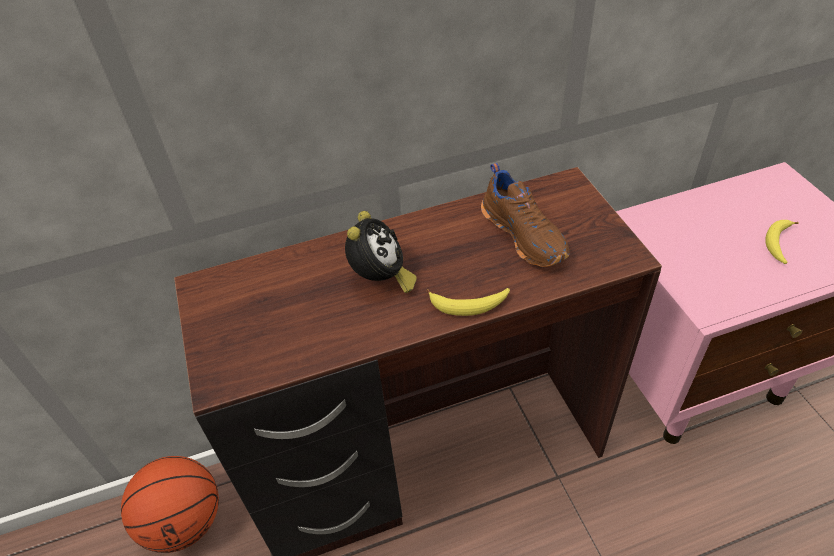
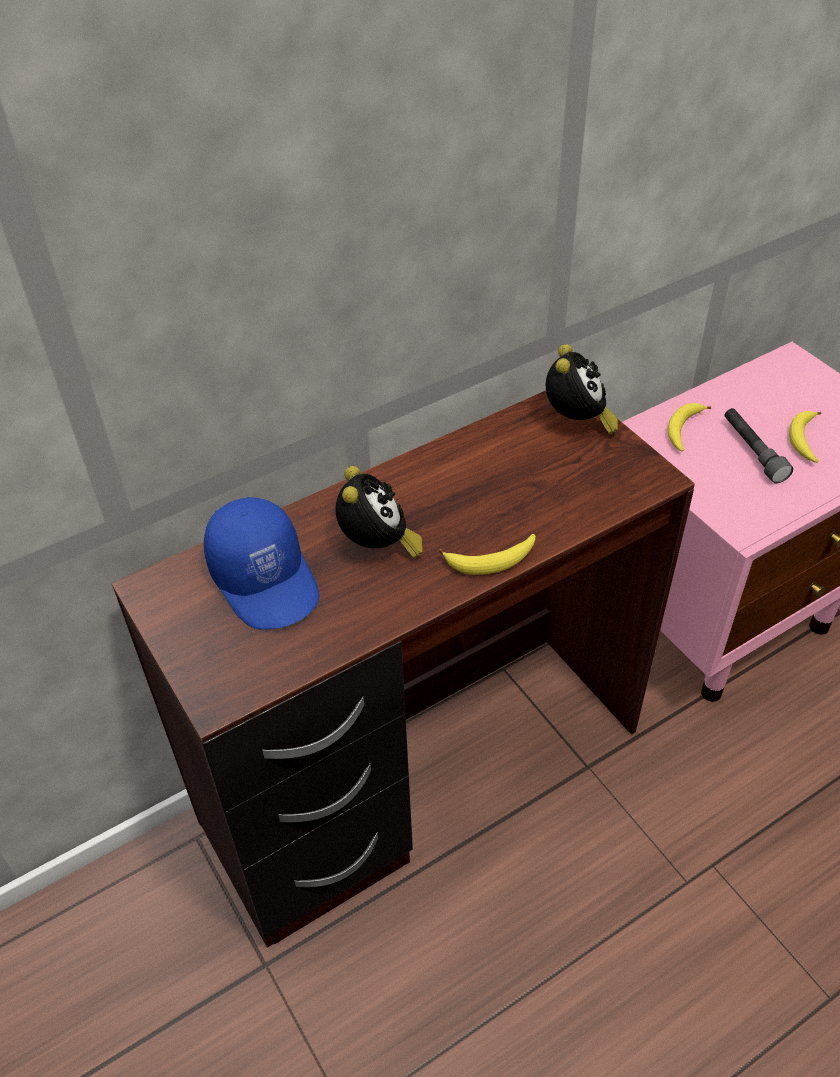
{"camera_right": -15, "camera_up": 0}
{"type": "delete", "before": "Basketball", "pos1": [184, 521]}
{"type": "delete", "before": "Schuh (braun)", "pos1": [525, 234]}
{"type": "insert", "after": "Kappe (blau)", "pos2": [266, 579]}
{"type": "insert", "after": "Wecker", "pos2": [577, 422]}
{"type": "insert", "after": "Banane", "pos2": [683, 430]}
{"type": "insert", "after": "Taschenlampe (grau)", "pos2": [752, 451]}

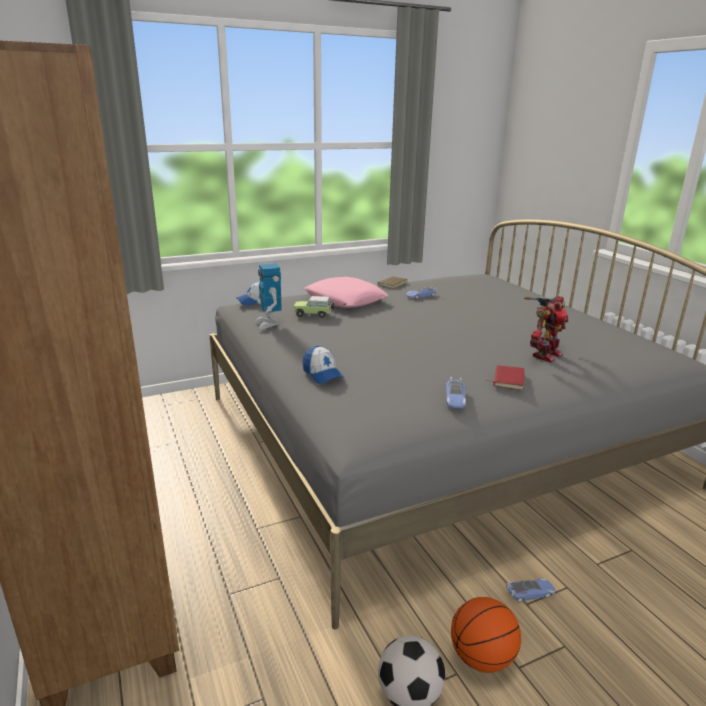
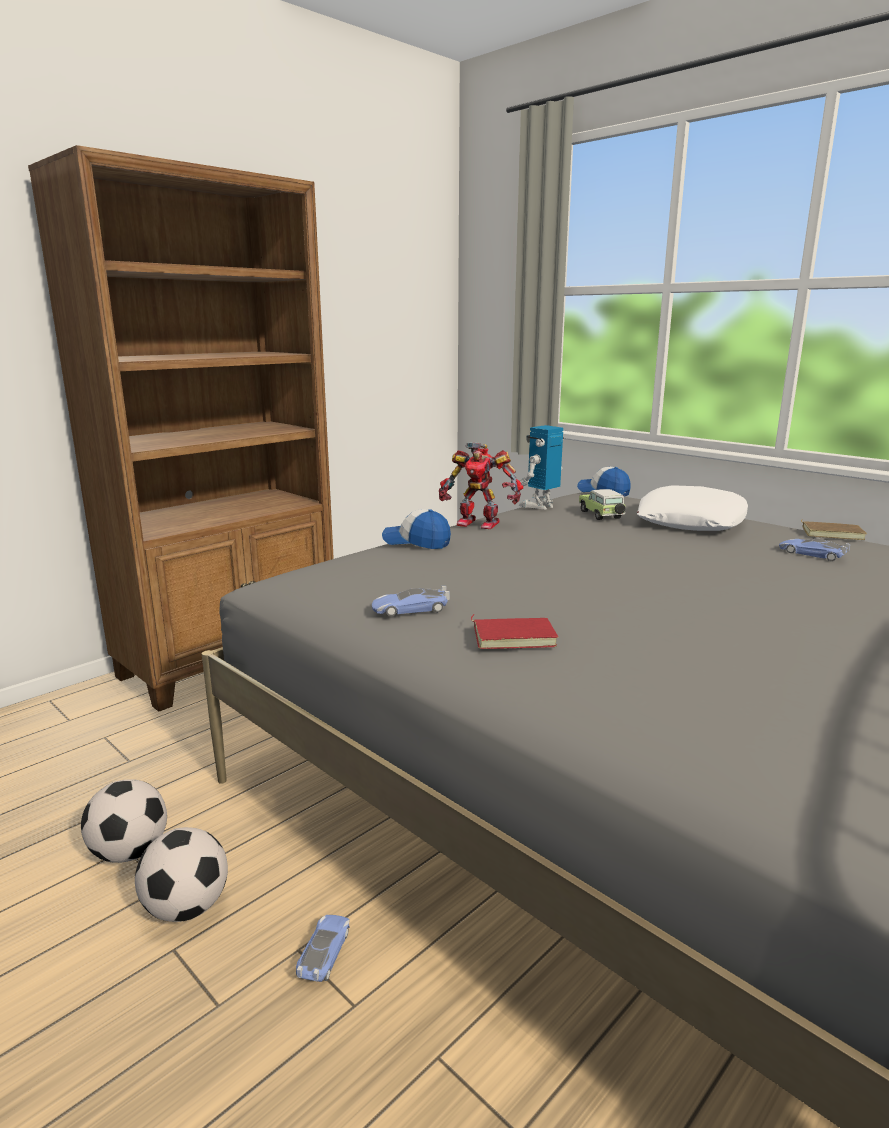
{"camera_right": 70, "camera_up": -5}
{"type": "move", "before": "Spielzeugroboter", "pos1": [544, 354], "pos2": [479, 523]}
{"type": "replace", "before": "Basketball", "after": "Fußball", "pos1": [481, 658], "pos2": [187, 907]}
{"type": "recolor", "before": "Kissen (rosa)", "after": "Kissen (weiß)", "pos1": [345, 300], "pos2": [691, 521]}
{"type": "rotate", "before": "Kappe", "pos1": [322, 374], "pos2": [416, 542], "turn": 75}
{"type": "rotate", "before": "Spielzeugauto", "pos1": [530, 593], "pos2": [324, 953], "turn": -135}

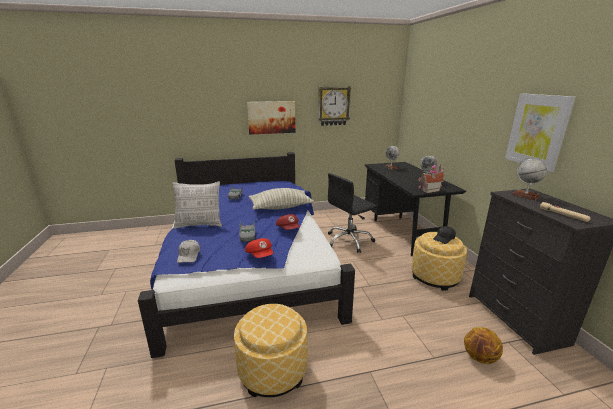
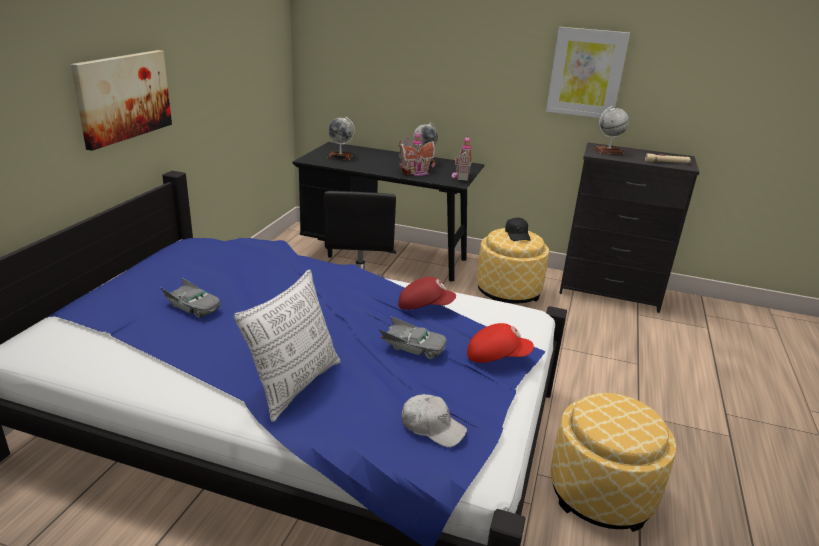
{"camera_right": -60, "camera_up": 5}
{"type": "delete", "before": "Kissen", "pos1": [280, 207]}
{"type": "delete", "before": "Wanduhr", "pos1": [333, 106]}
{"type": "delete", "before": "Basketball", "pos1": [479, 357]}
{"type": "insert", "after": "Spielzeughaus", "pos2": [416, 173]}

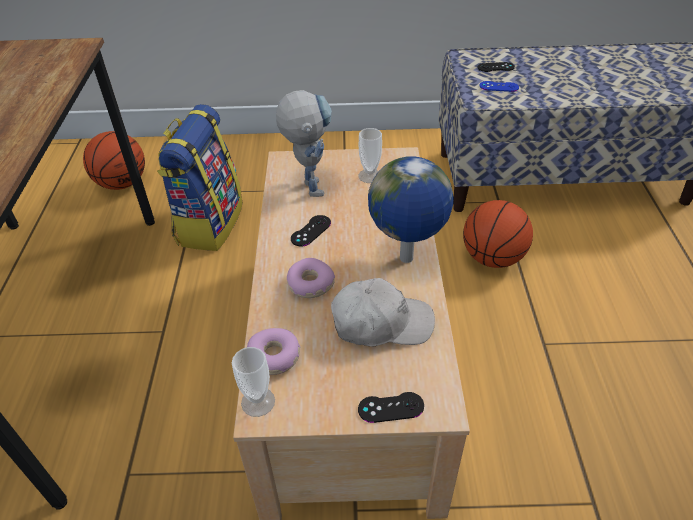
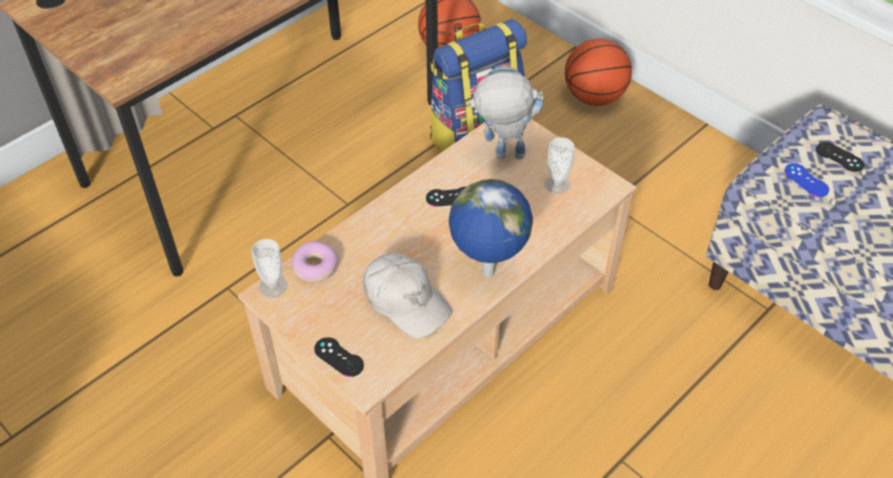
{"camera_right": 45, "camera_up": 5}
{"type": "delete", "before": "Donut", "pos1": [310, 284]}
{"type": "move", "before": "Basketball", "pos1": [493, 258], "pos2": [594, 97]}
{"type": "rotate", "before": "Spielzeugroboter", "pos1": [309, 184], "pos2": [501, 156], "turn": -120}

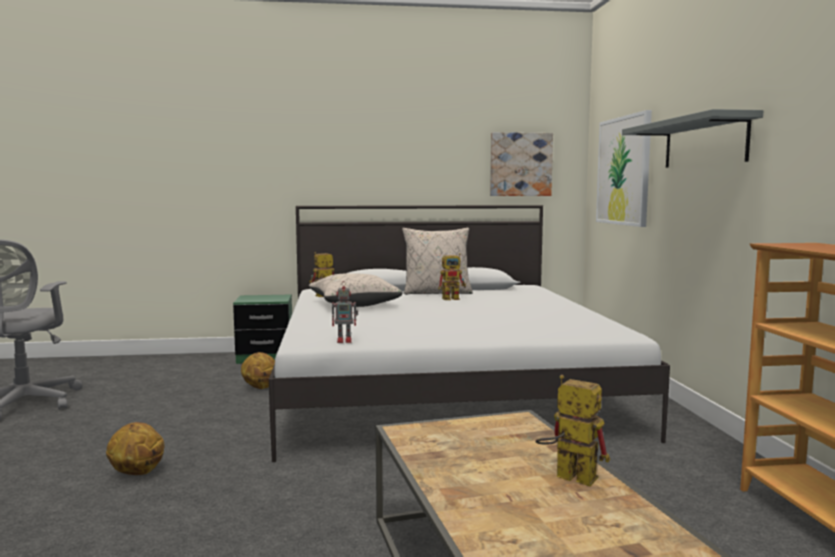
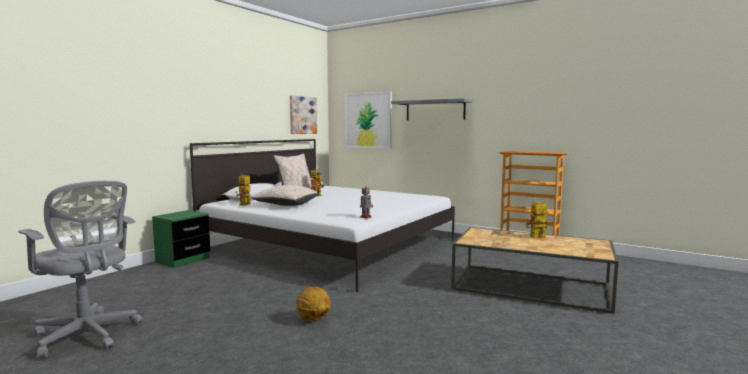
{"camera_right": -50, "camera_up": 0}
{"type": "delete", "before": "Basketball", "pos1": [260, 387]}

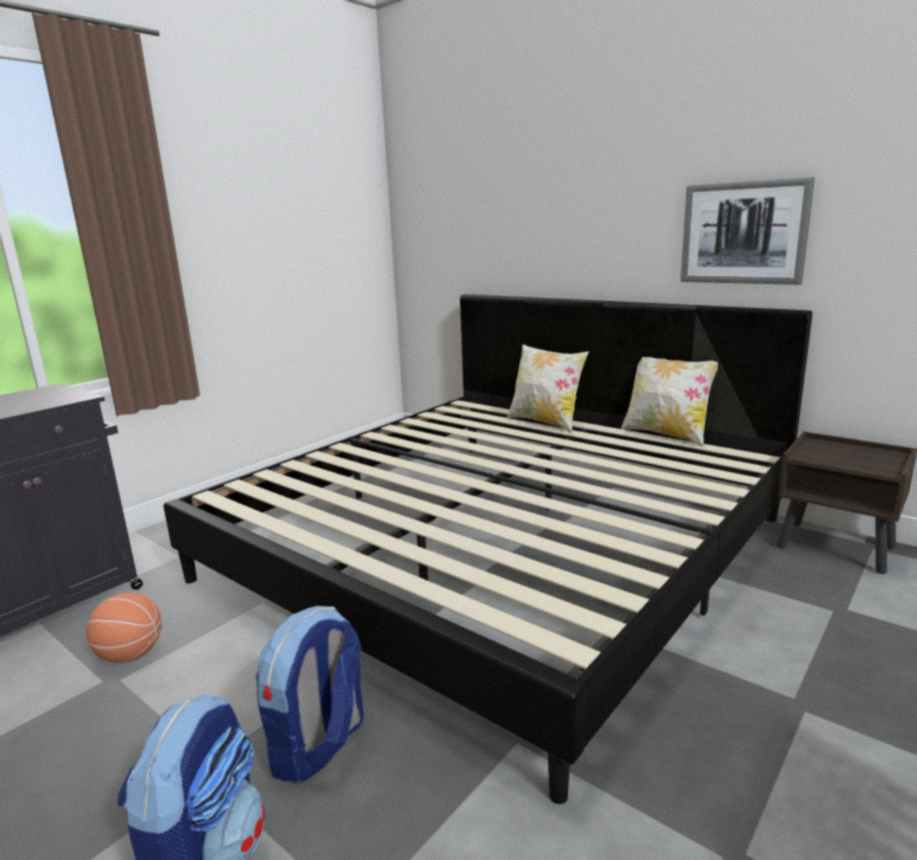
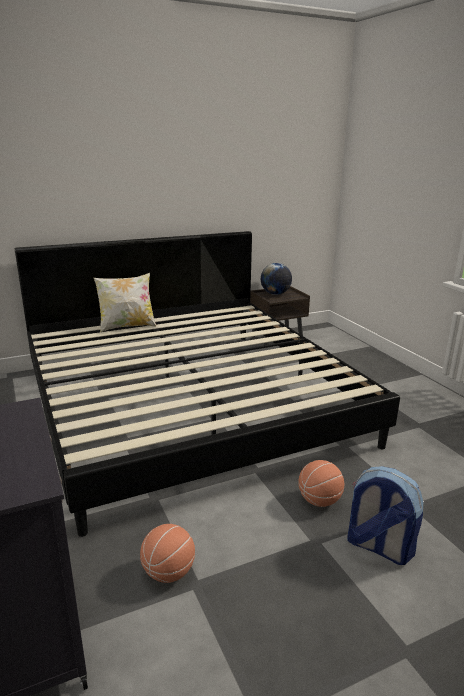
{"camera_right": -65, "camera_up": 5}
{"type": "delete", "before": "Kissen", "pos1": [666, 434]}
{"type": "delete", "before": "Bild", "pos1": [743, 233]}
{"type": "insert", "after": "Globus", "pos2": [275, 294]}
{"type": "replace", "before": "Rucksack", "after": "Basketball", "pos1": [319, 746], "pos2": [319, 500]}

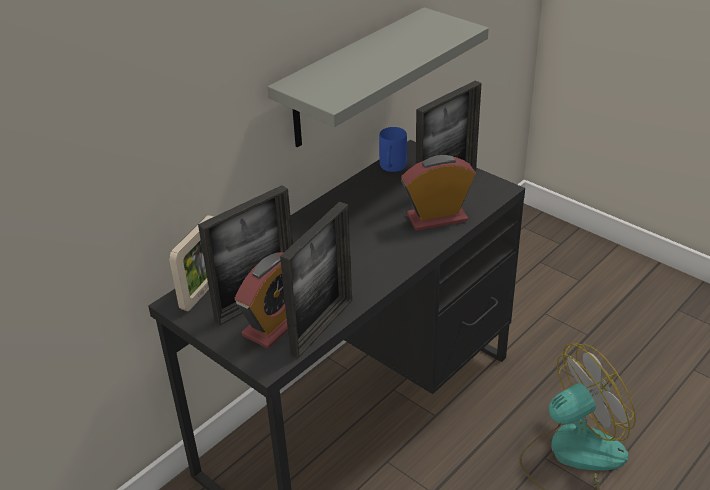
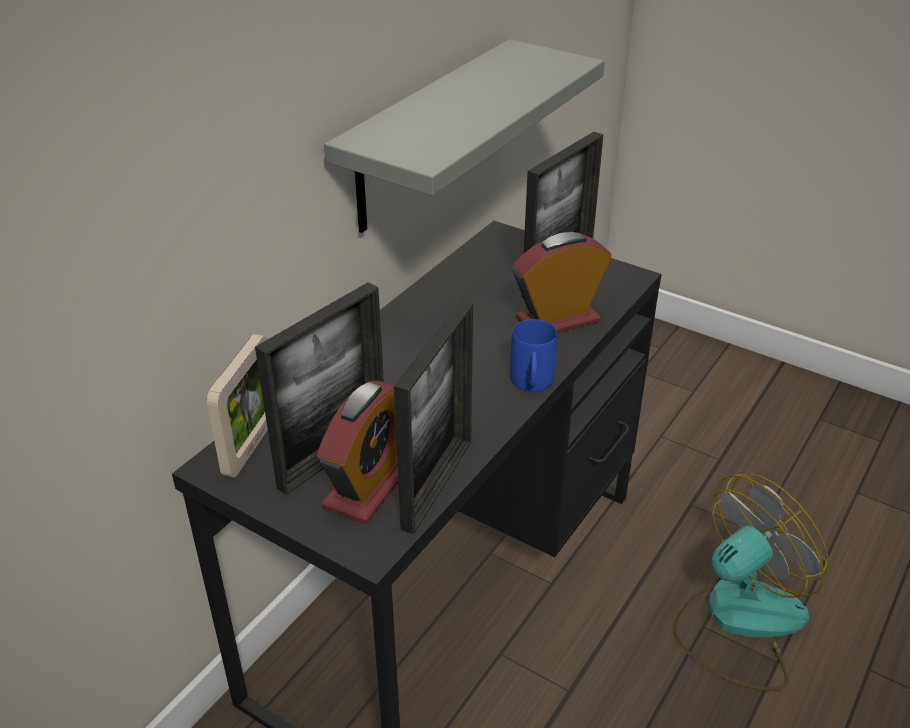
{"camera_right": -10, "camera_up": 0}
{"type": "move", "before": "Henkelbecher (blau)", "pos1": [392, 168], "pos2": [531, 385]}

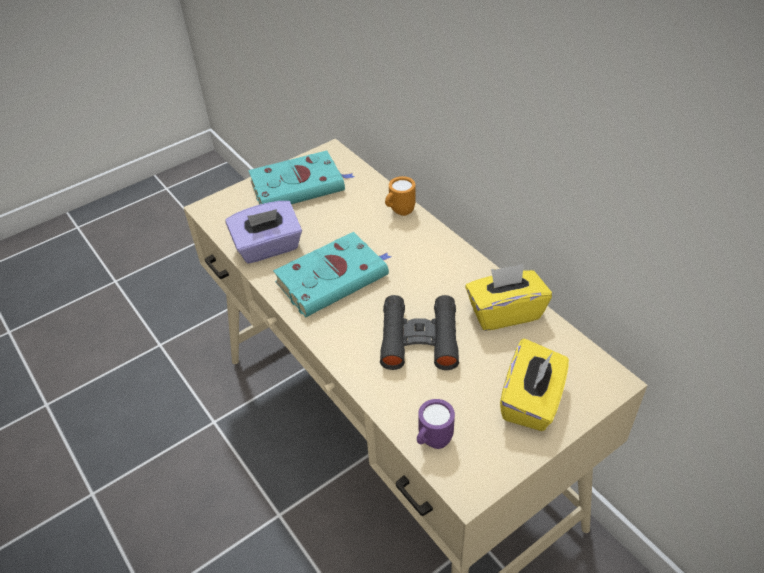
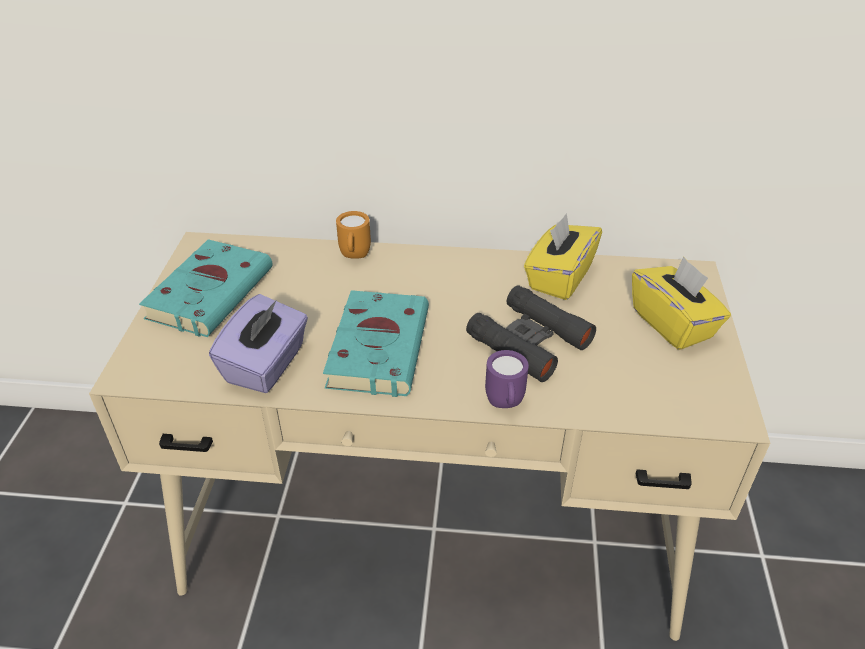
{"camera_right": -50, "camera_up": -5}
{"type": "move", "before": "Henkelbecher (lila)", "pos1": [432, 442], "pos2": [505, 405]}

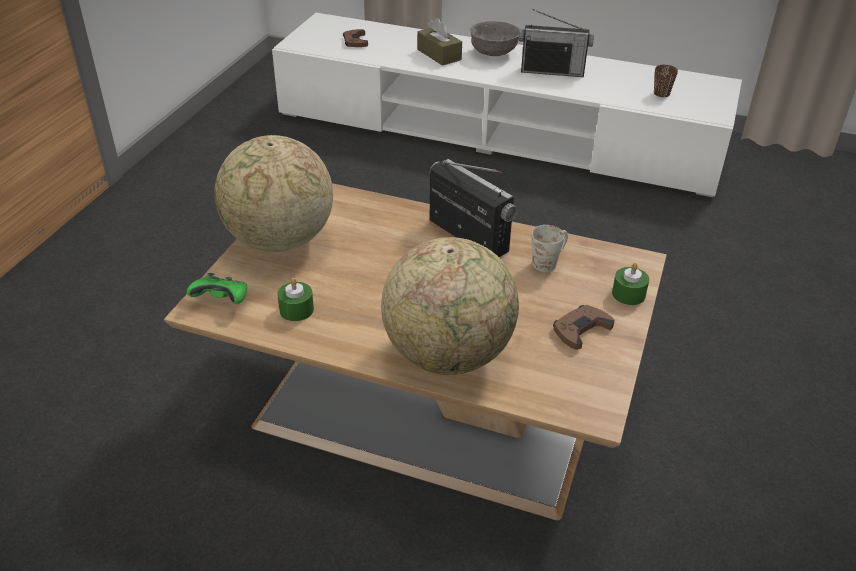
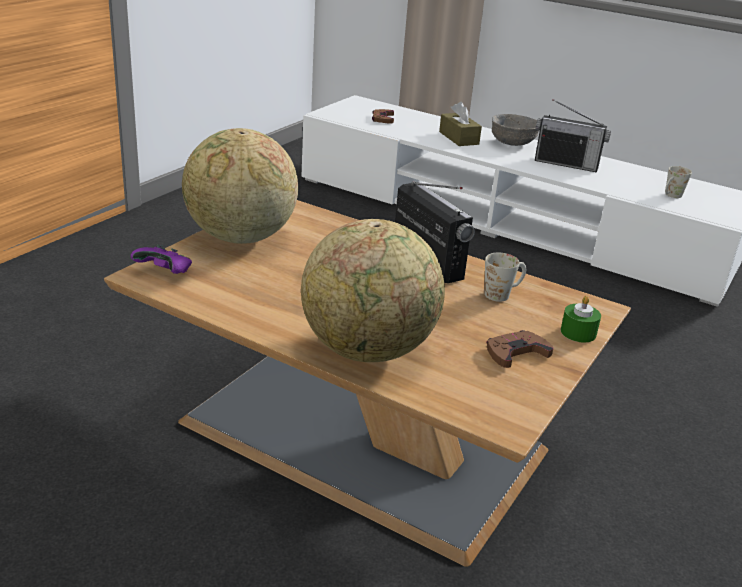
{"camera_right": 10, "camera_up": -10}
{"type": "delete", "before": "Kerze (grün)", "pos1": [296, 310]}
{"type": "recolor", "before": "Gamepad (grün)", "after": "Gamepad (lila)", "pos1": [223, 301], "pos2": [165, 273]}
{"type": "recolor", "before": "Henkelbecher (braun)", "after": "Henkelbecher (weiß)", "pos1": [659, 95], "pos2": [671, 196]}

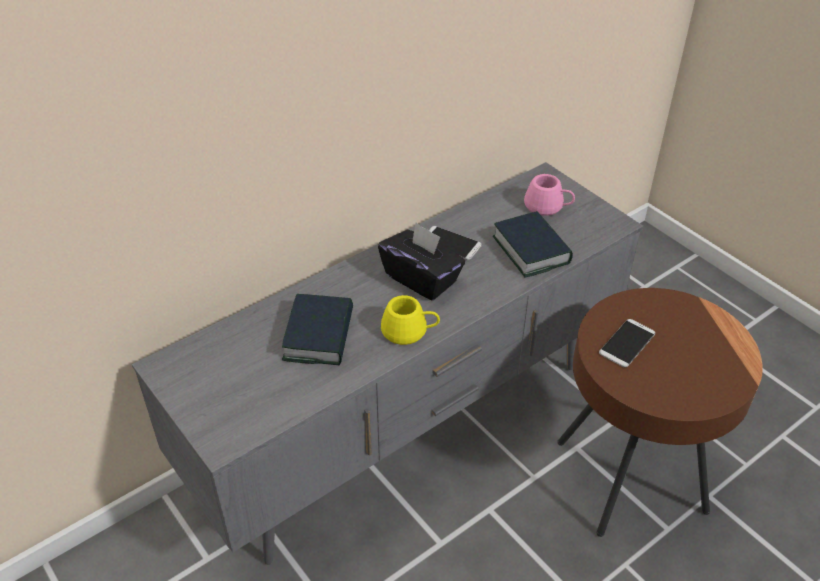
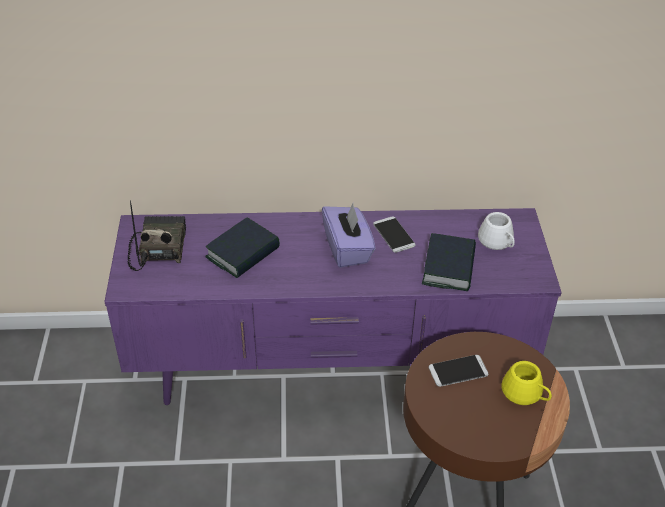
{"camera_right": 35, "camera_up": 0}
{"type": "insert", "after": "Radio", "pos2": [158, 248]}
{"type": "move", "before": "Henkelbecher (gelb)", "pos1": [410, 331], "pos2": [526, 394]}
{"type": "recolor", "before": "Fernsehschrank (grau)", "after": "Fernsehschrank (lila)", "pos1": [409, 430], "pos2": [330, 372]}
{"type": "recolor", "before": "Taschentuchbox (schwarz)", "after": "Taschentuchbox (lila)", "pos1": [421, 278], "pos2": [347, 249]}
{"type": "recolor", "before": "Henkelbecher (rosa)", "after": "Henkelbecher (weiß)", "pos1": [548, 207], "pos2": [498, 242]}

